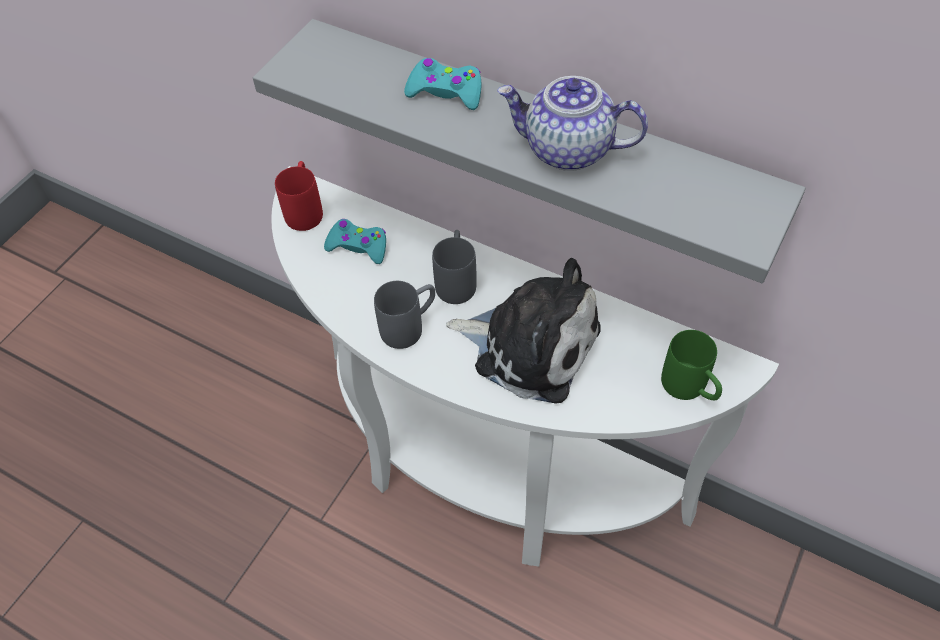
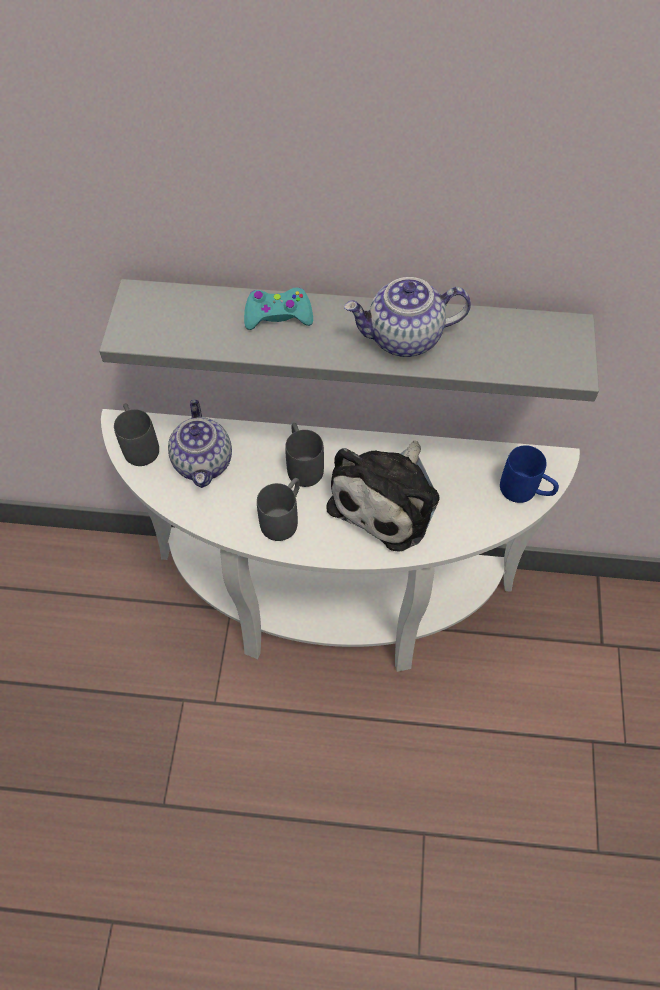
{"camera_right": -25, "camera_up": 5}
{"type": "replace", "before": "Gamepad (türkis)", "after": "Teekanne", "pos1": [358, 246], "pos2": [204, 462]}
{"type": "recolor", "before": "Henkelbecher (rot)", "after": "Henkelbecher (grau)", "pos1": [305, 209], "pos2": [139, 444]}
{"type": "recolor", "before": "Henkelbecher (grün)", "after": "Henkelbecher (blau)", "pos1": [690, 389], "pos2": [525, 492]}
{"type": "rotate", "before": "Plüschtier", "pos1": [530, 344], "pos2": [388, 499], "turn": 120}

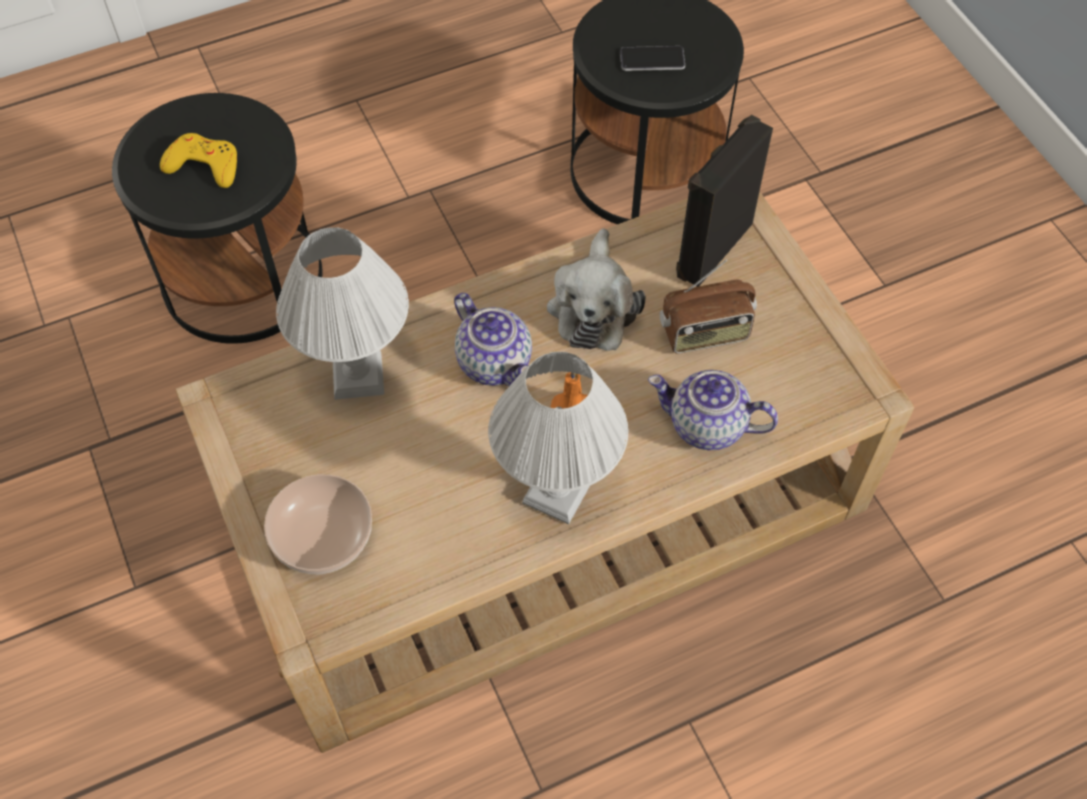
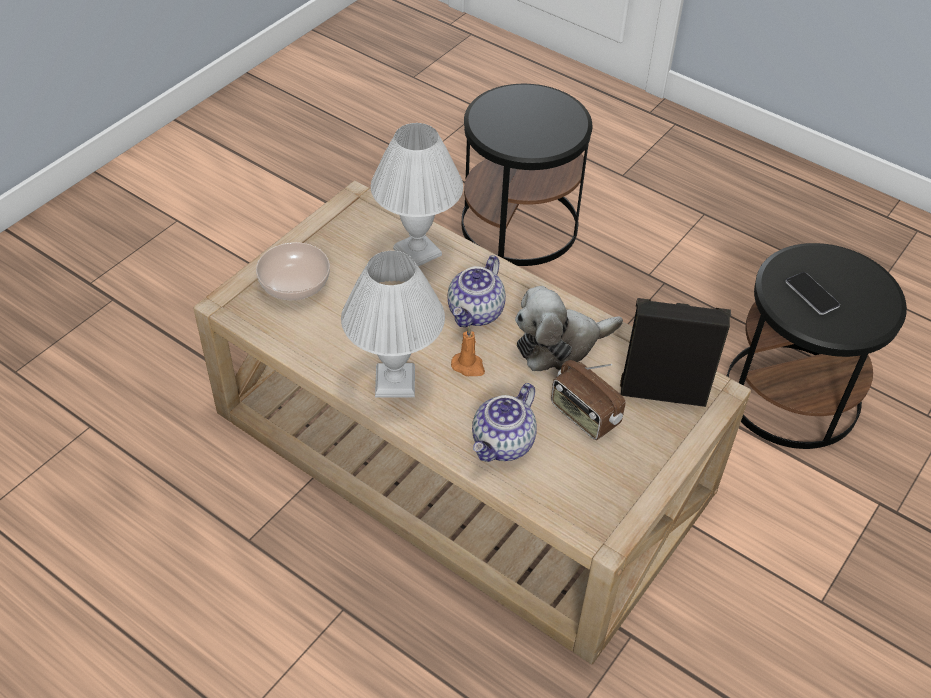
{"camera_right": 60, "camera_up": -10}
{"type": "delete", "before": "Gamepad (gelb)", "pos1": [204, 165]}
{"type": "rotate", "before": "Teekanne", "pos1": [706, 426], "pos2": [503, 444], "turn": -135}

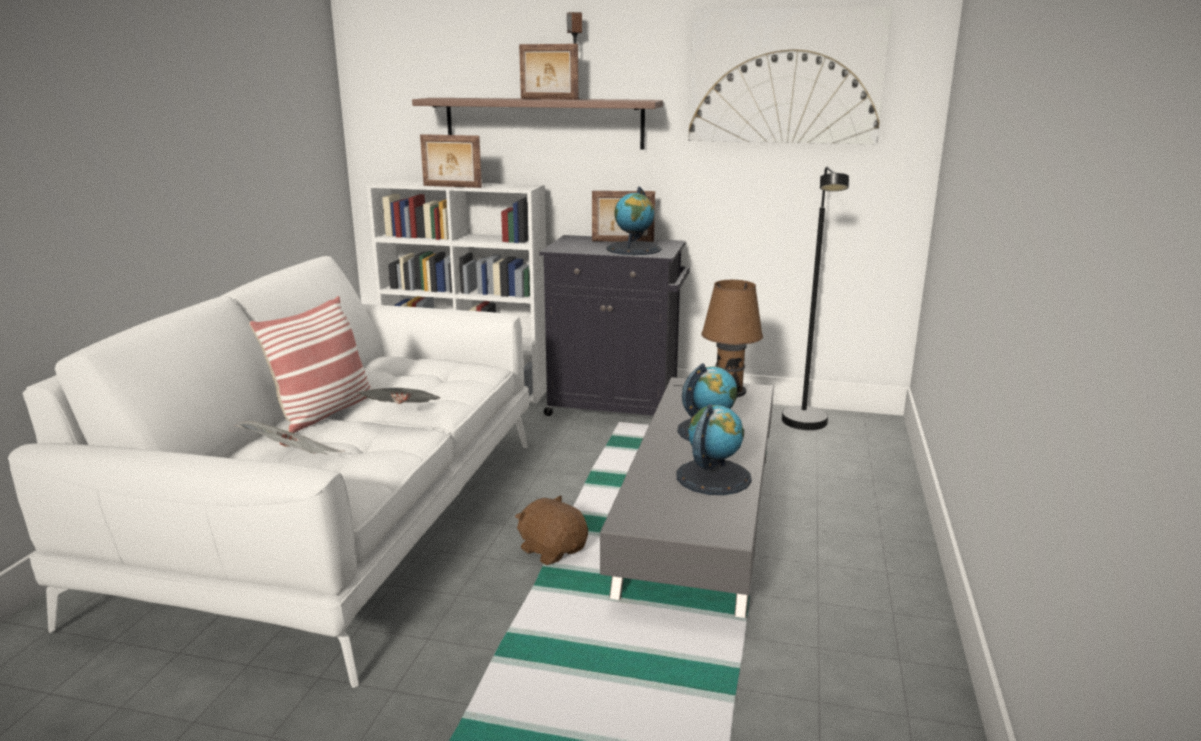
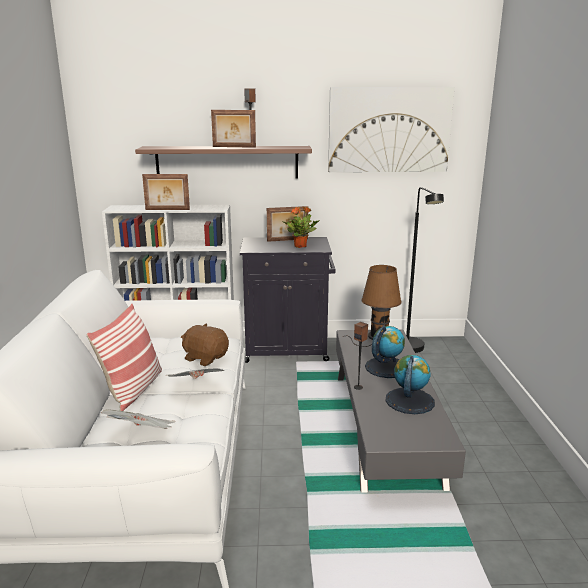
{"camera_right": -15, "camera_up": 0}
{"type": "insert", "after": "Lautsprecher", "pos2": [358, 387]}
{"type": "move", "before": "Plüschtier (braun)", "pos1": [552, 550], "pos2": [205, 358]}
{"type": "replace", "before": "Globus", "after": "Topfpflanze", "pos1": [634, 249], "pos2": [300, 246]}

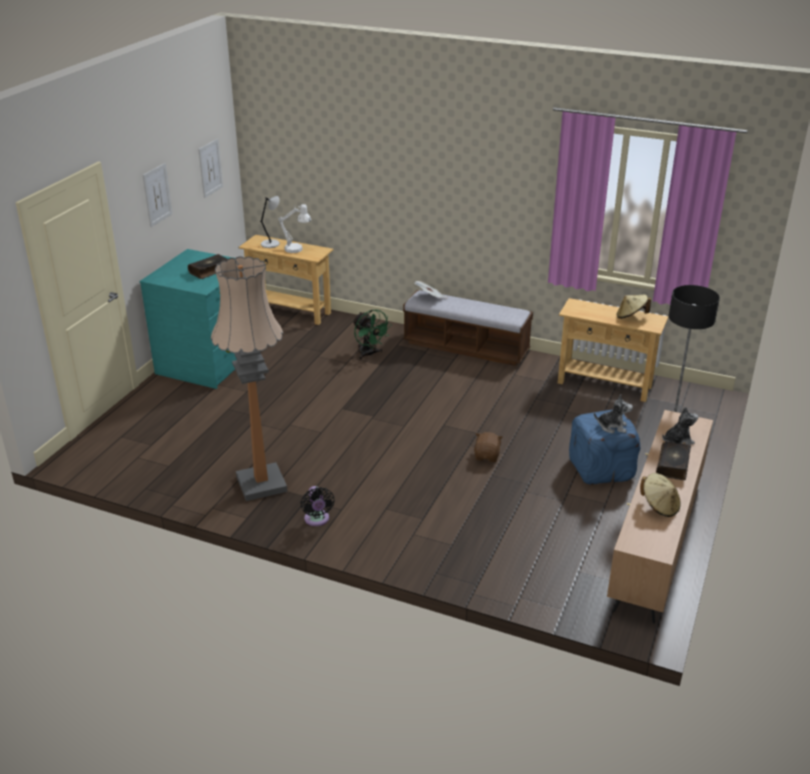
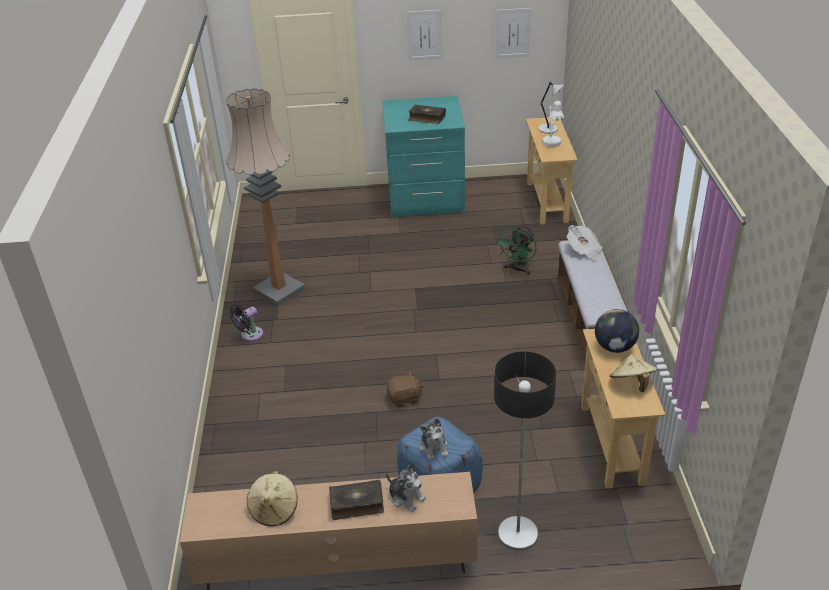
{"camera_right": 65, "camera_up": 5}
{"type": "insert", "after": "Globus", "pos2": [614, 347]}

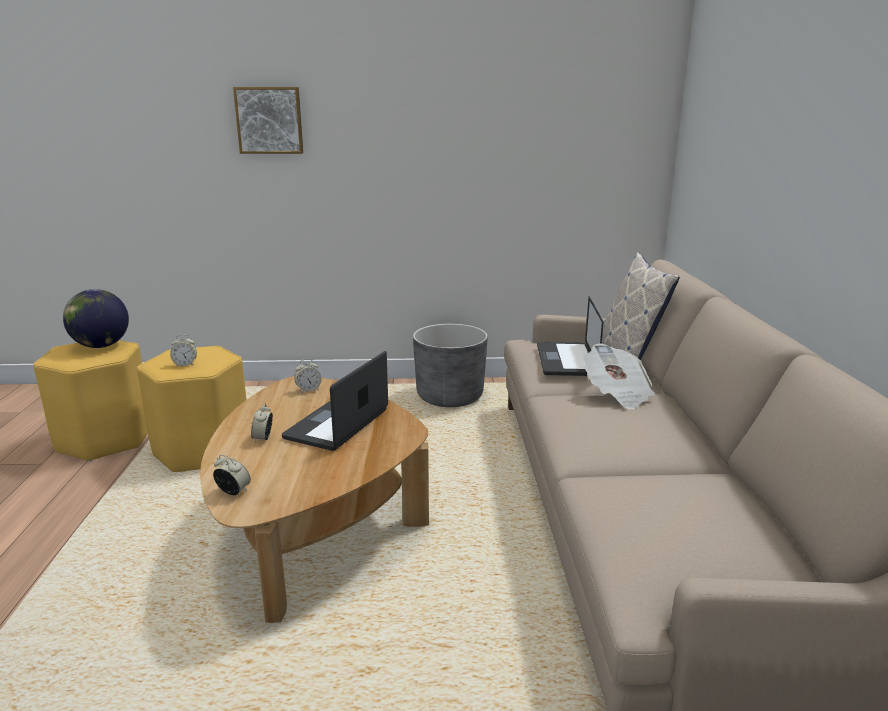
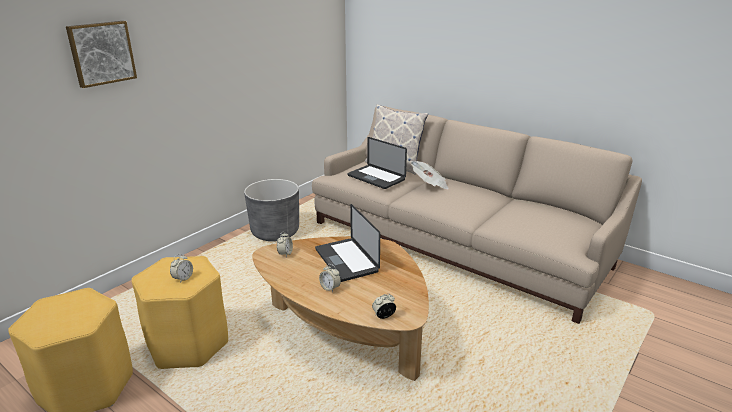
{"camera_right": -50, "camera_up": 5}
{"type": "delete", "before": "Globus", "pos1": [101, 346]}

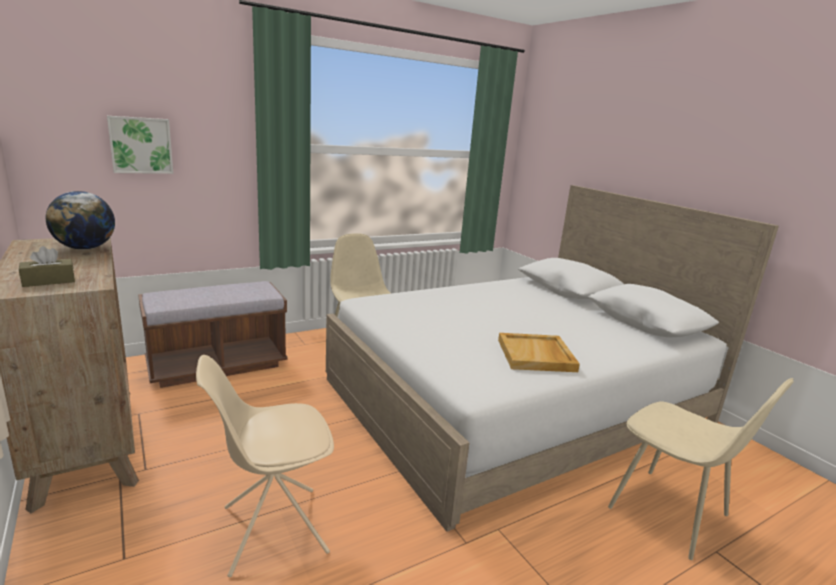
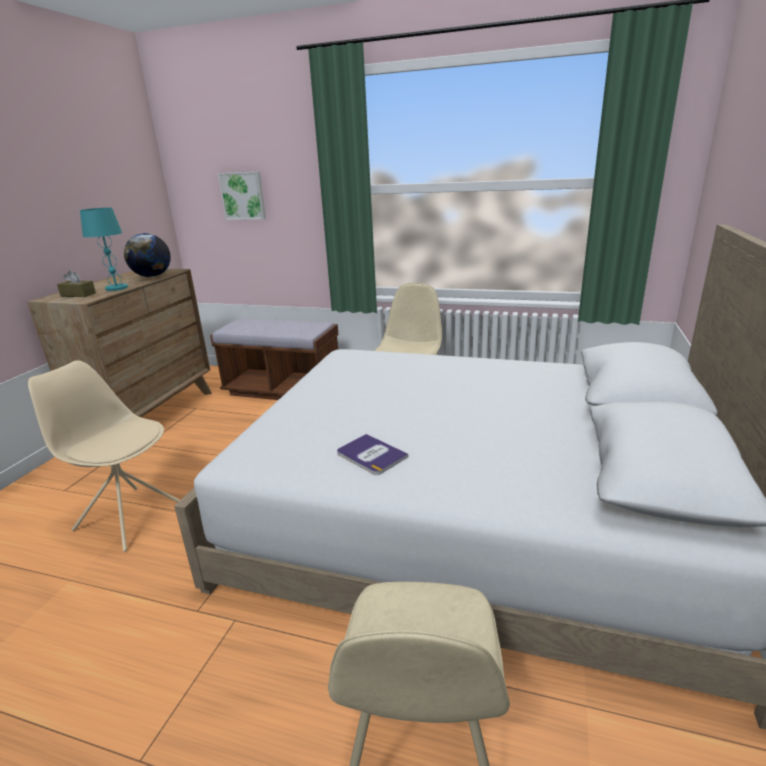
{"camera_right": 50, "camera_up": 5}
{"type": "insert", "after": "Tischlampe (türkis)", "pos2": [116, 288]}
{"type": "replace", "before": "Tablett (beige)", "after": "Buch", "pos1": [536, 355], "pos2": [371, 455]}

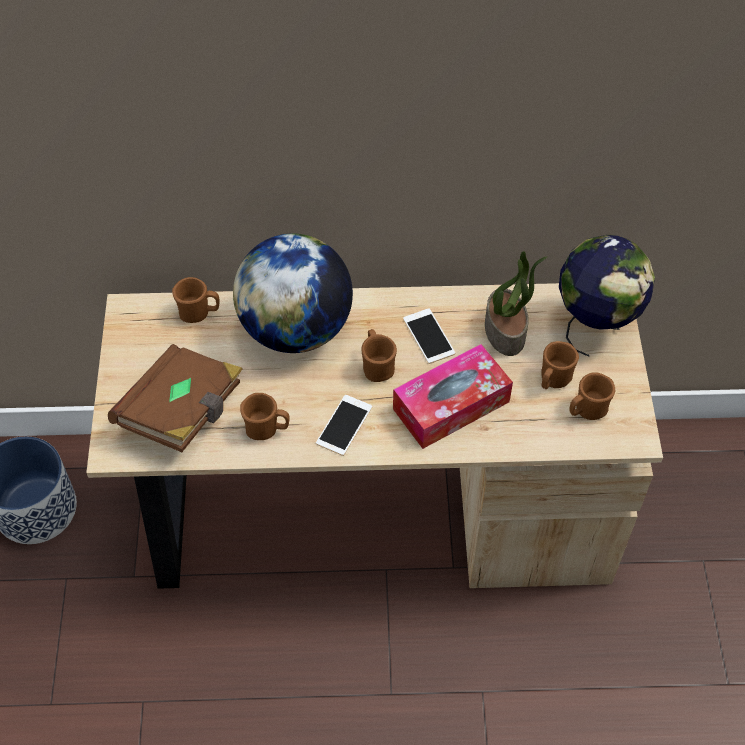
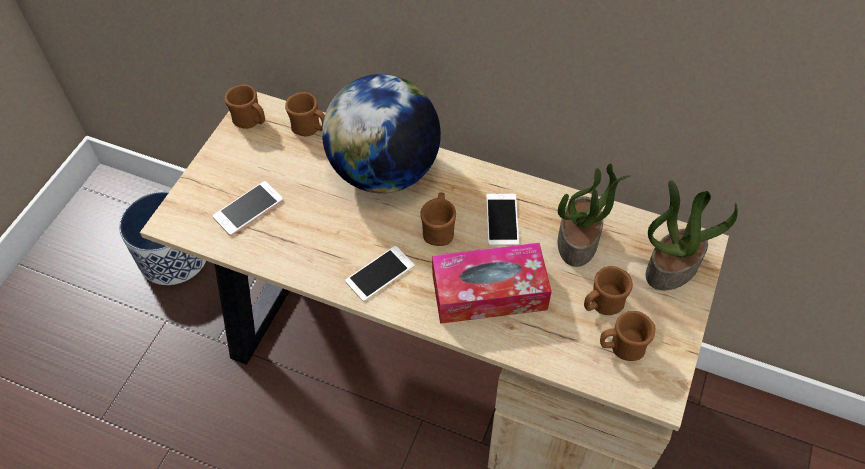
{"camera_right": 25, "camera_up": 0}
{"type": "move", "before": "Henkelbecher (braun)", "pos1": [267, 429], "pos2": [251, 122]}
{"type": "replace", "before": "Buch (braun)", "after": "Handy", "pos1": [183, 411], "pos2": [248, 208]}
{"type": "replace", "before": "Globus", "after": "Topfpflanze", "pos1": [595, 326], "pos2": [672, 267]}

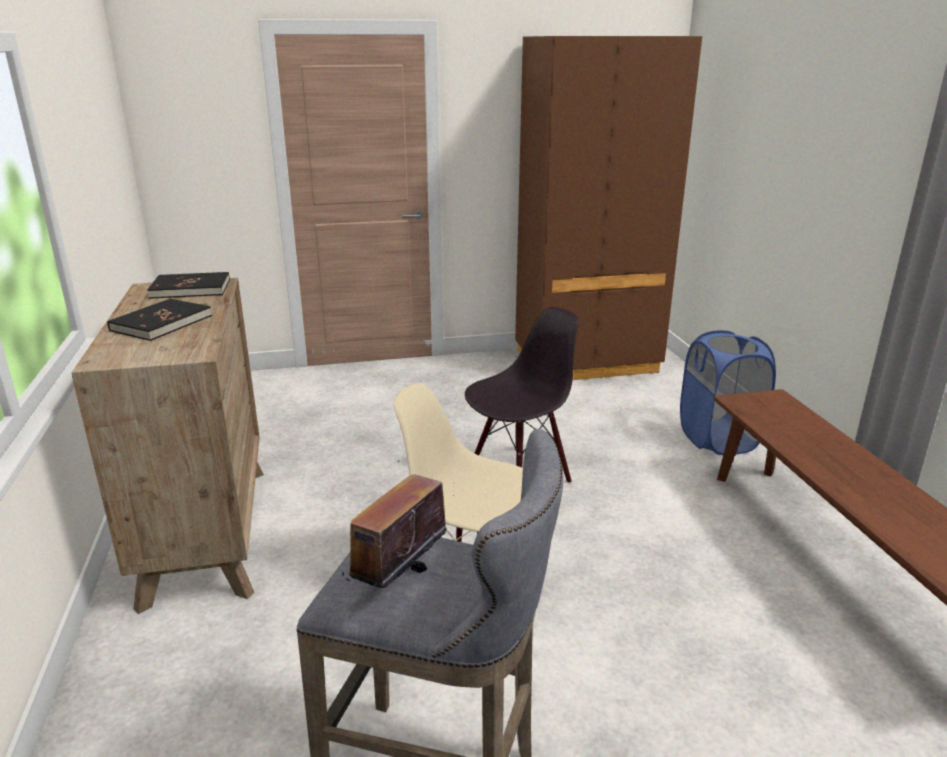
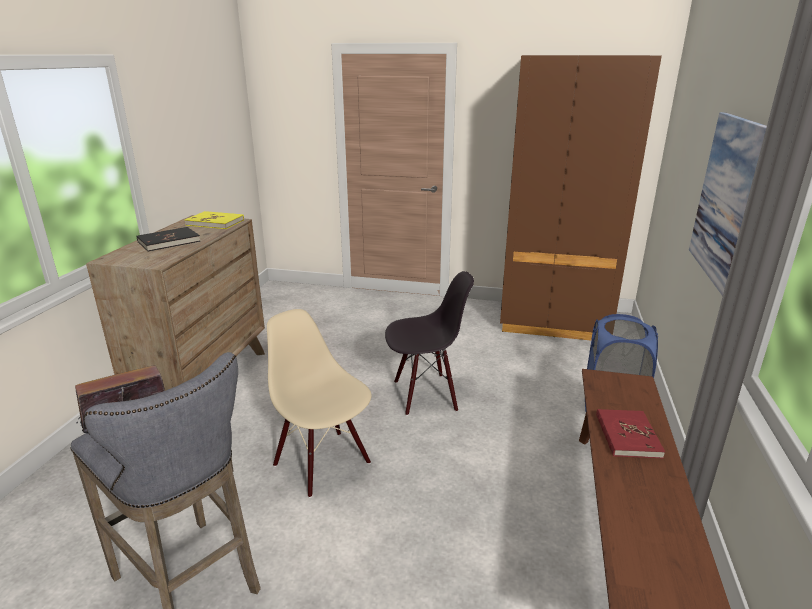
{"camera_right": 25, "camera_up": 0}
{"type": "insert", "after": "Buch (rot)", "pos2": [627, 436]}
{"type": "insert", "after": "Bild", "pos2": [730, 201]}
{"type": "recolor", "before": "Buch (schwarz)", "after": "Buch (gelb)", "pos1": [191, 289], "pos2": [215, 222]}

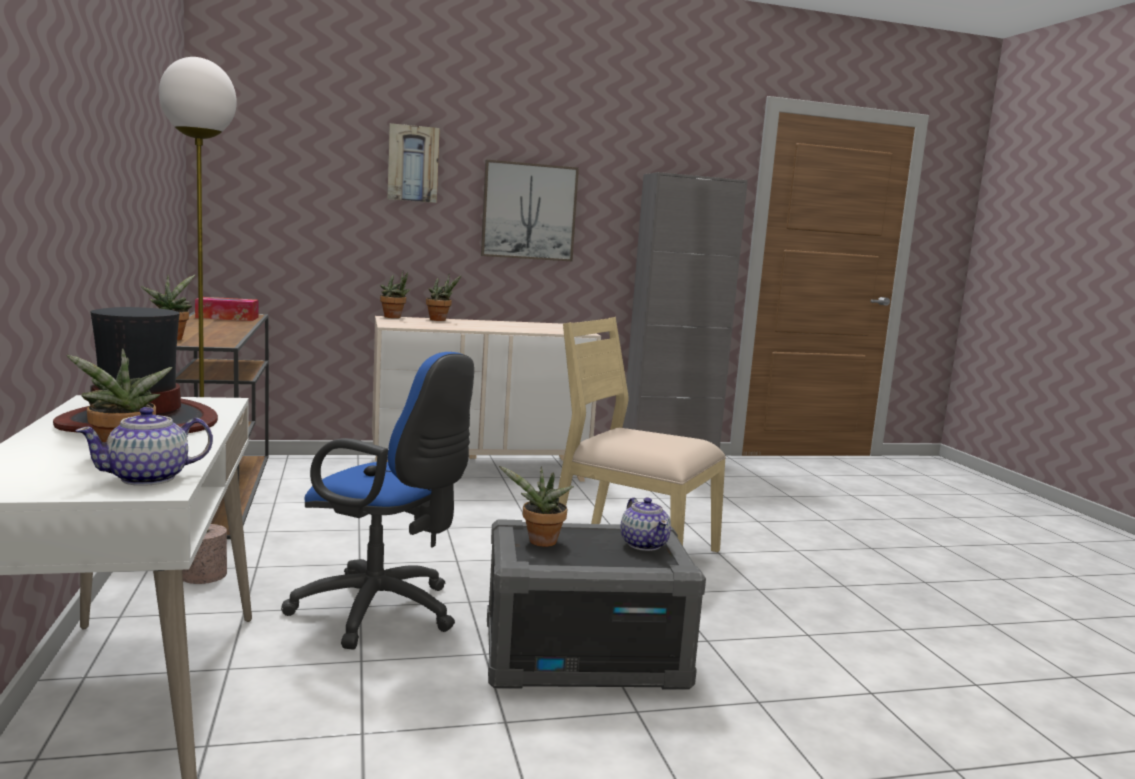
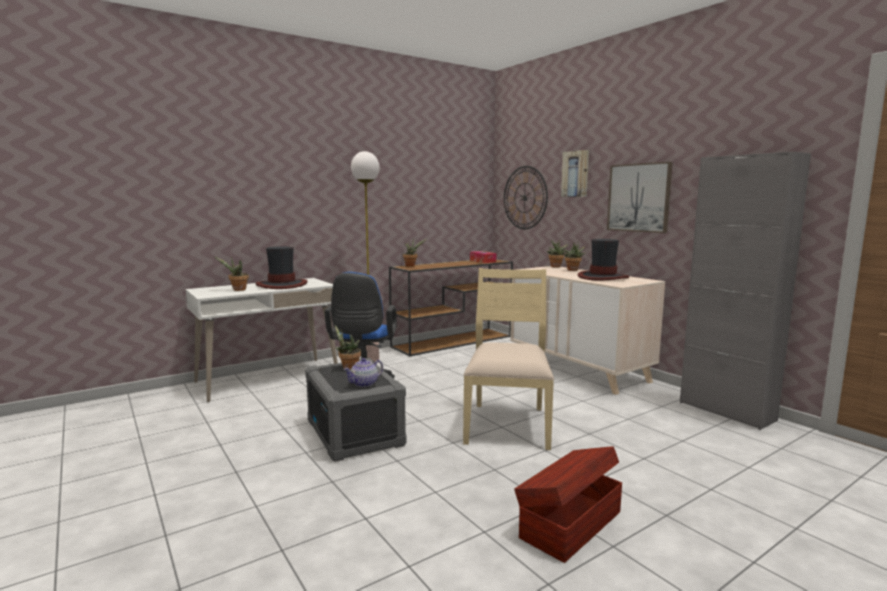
{"camera_right": 70, "camera_up": 0}
{"type": "delete", "before": "Teekanne", "pos1": [149, 478]}
{"type": "insert", "after": "Wanduhr", "pos2": [524, 197]}
{"type": "insert", "after": "Aufbewahrungsbox (braun)", "pos2": [569, 524]}
{"type": "insert", "after": "Hut", "pos2": [602, 277]}

